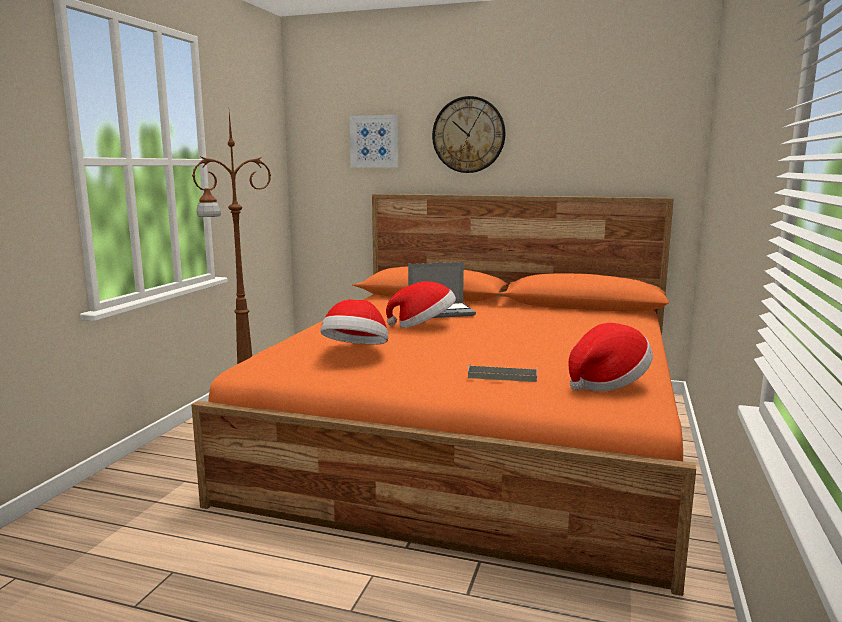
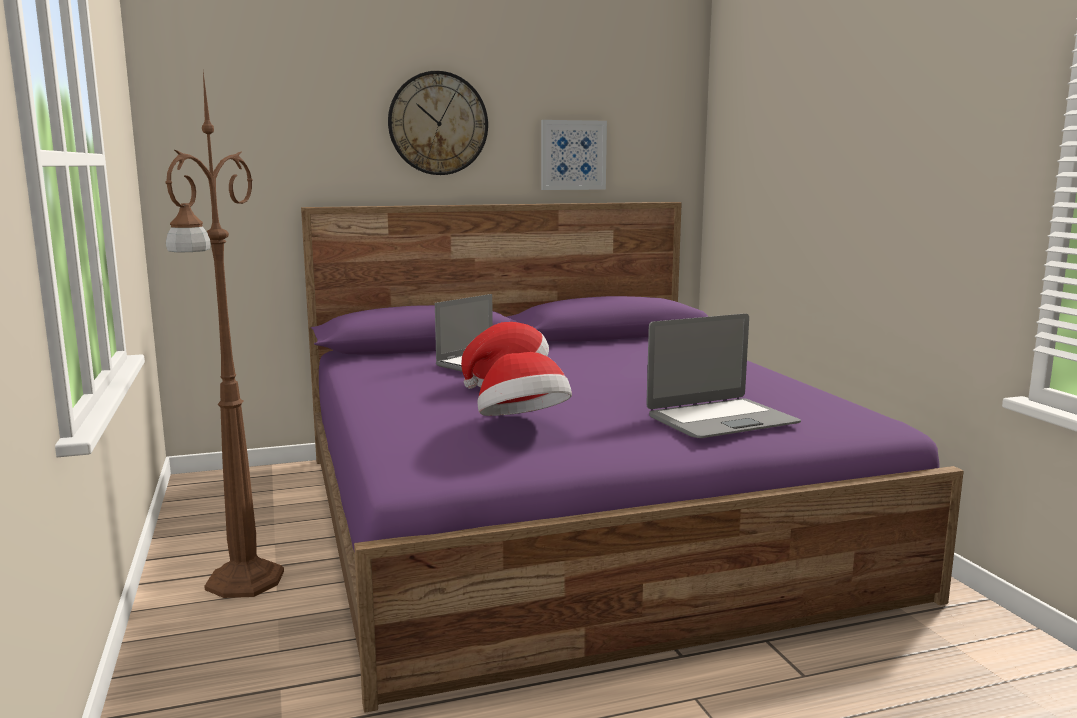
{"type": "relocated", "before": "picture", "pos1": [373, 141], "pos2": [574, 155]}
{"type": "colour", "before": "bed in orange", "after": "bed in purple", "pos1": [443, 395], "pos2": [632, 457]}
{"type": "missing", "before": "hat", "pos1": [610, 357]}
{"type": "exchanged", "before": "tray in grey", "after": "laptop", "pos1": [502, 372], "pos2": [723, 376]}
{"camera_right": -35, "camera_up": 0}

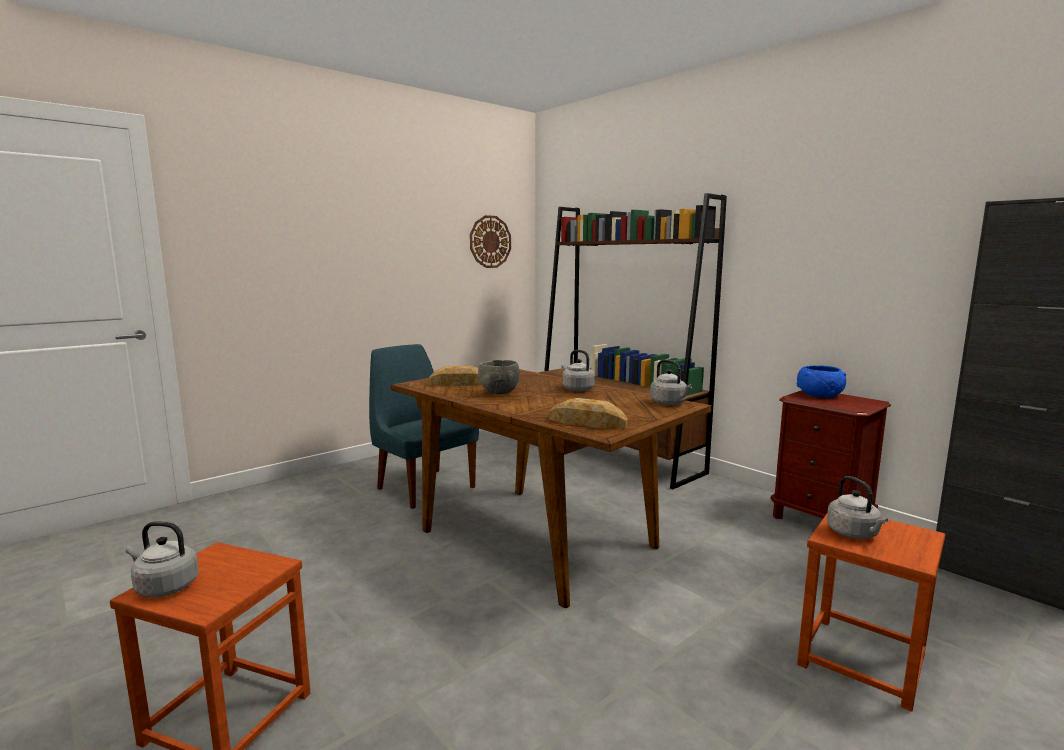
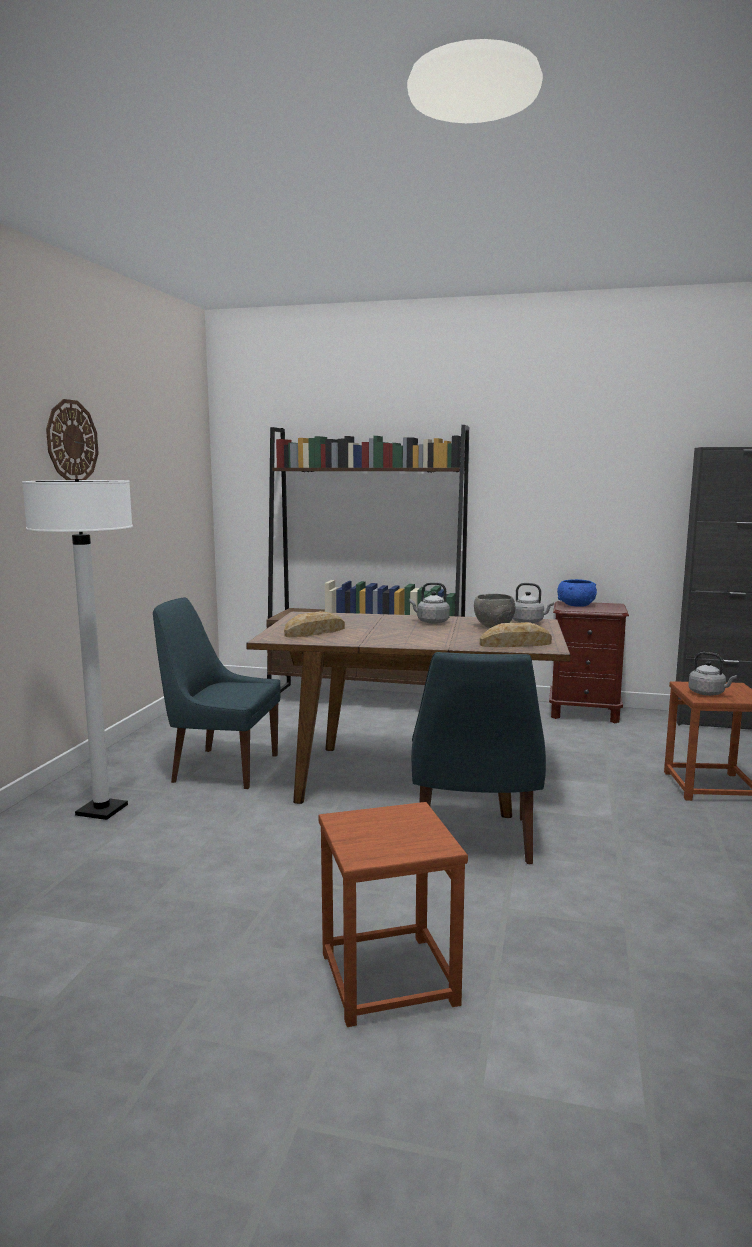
{"type": "relocated", "before": "wall clock", "pos1": [490, 241], "pos2": [72, 439]}
{"type": "relocated", "before": "bowl in grey", "pos1": [499, 377], "pos2": [494, 611]}
{"type": "missing", "before": "kettle in grey", "pos1": [162, 559]}
{"type": "appeared", "after": "floor lamp in white", "pos2": [77, 649]}
{"type": "appeared", "after": "chair in blue", "pos2": [478, 758]}
{"camera_right": -35, "camera_up": 0}

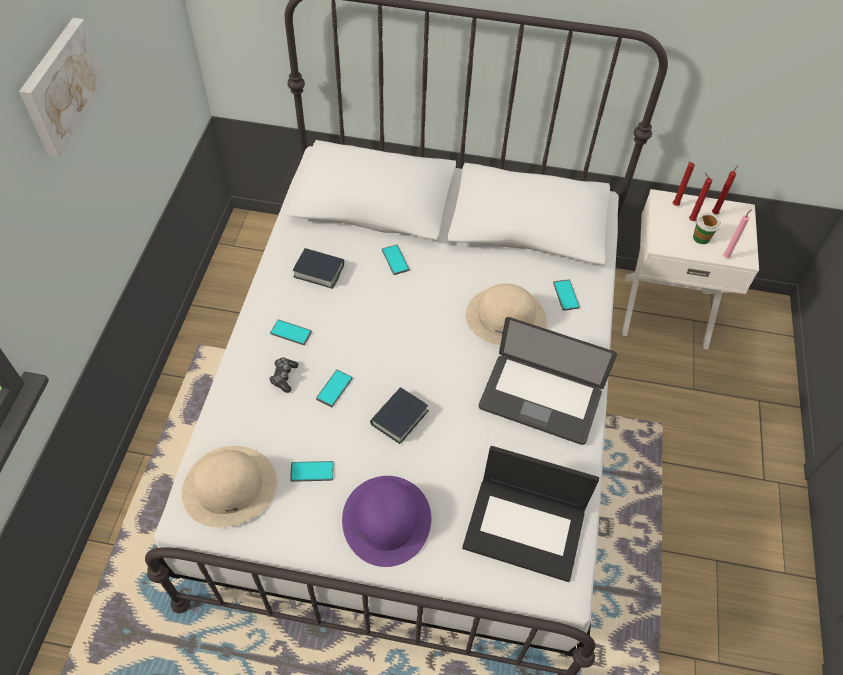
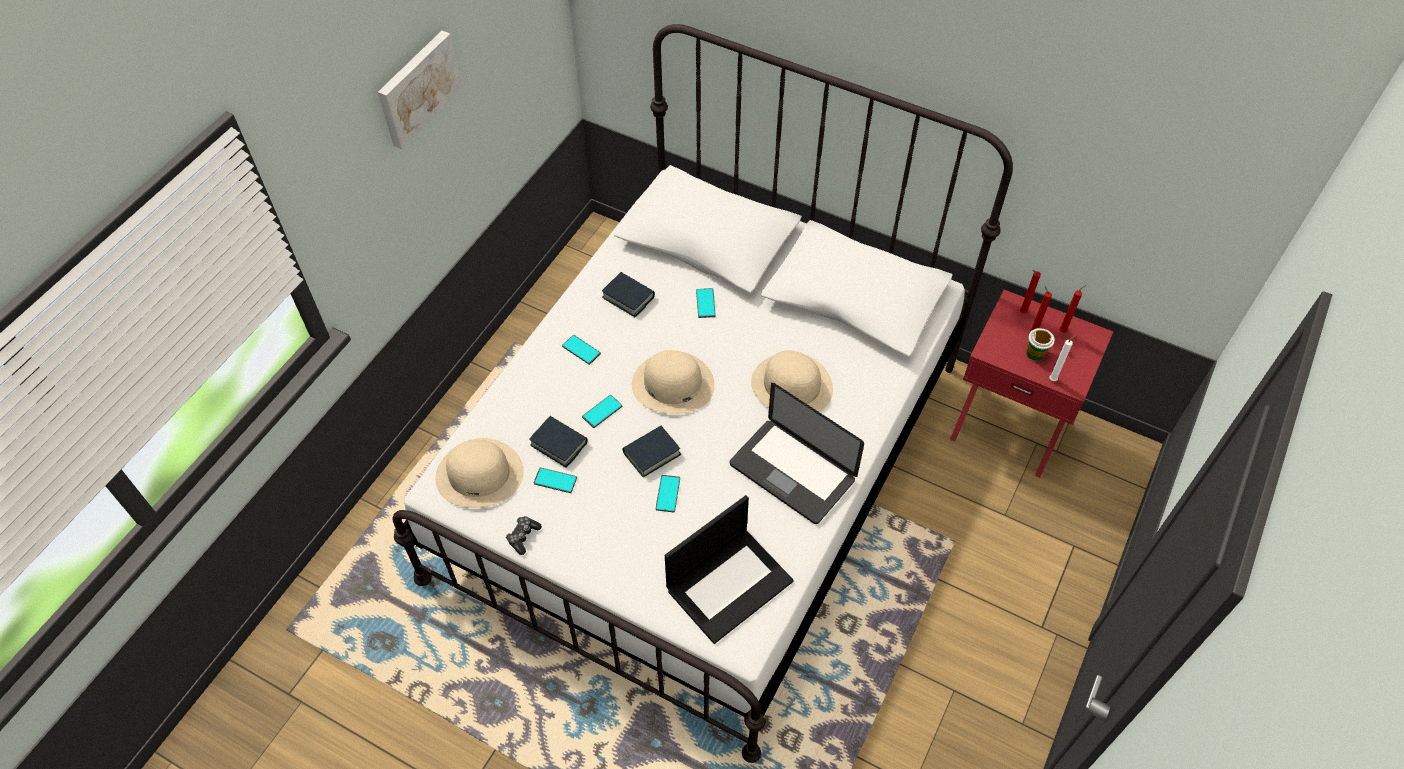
{"type": "colour", "before": "nightstand in white", "after": "nightstand in red", "pos1": [690, 269], "pos2": [1031, 384]}
{"type": "colour", "before": "candle in pink", "after": "candle in white", "pos1": [737, 233], "pos2": [1062, 358]}
{"type": "relocated", "before": "phone", "pos1": [566, 295], "pos2": [668, 493]}
{"type": "relocated", "before": "game controller", "pos1": [283, 375], "pos2": [524, 535]}
{"type": "spun", "before": "laptop", "pos1": [530, 514], "pos2": [729, 569], "turn": -75}
{"type": "missing", "before": "hat in purple", "pos1": [386, 521]}
{"type": "appeared", "after": "hat in beige", "pos2": [673, 382]}
{"type": "appeared", "after": "book", "pos2": [558, 442]}
{"camera_right": 20, "camera_up": 0}

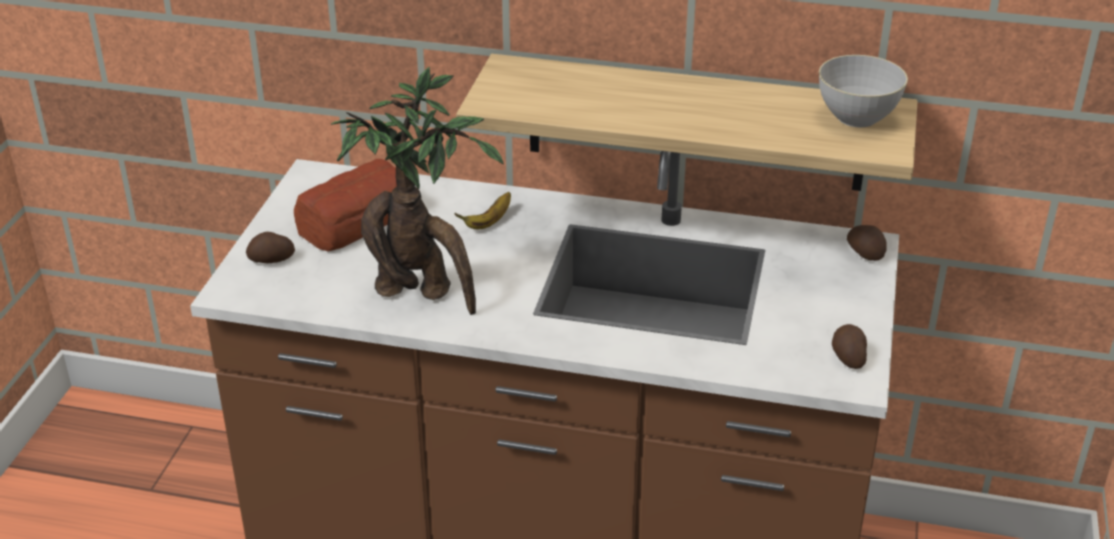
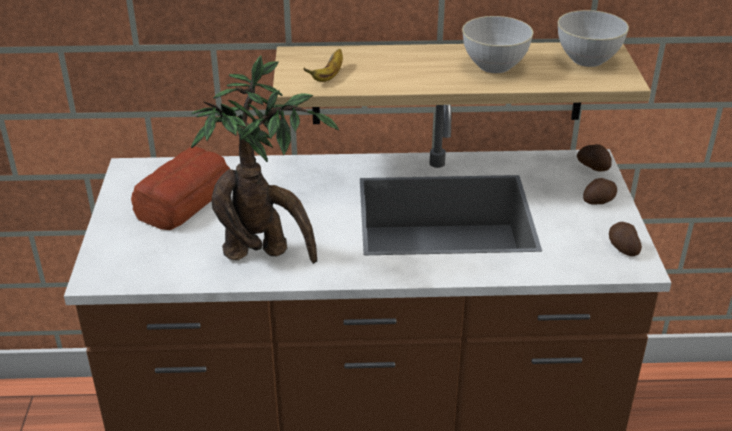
{"type": "relocated", "before": "banana", "pos1": [482, 210], "pos2": [323, 65]}
{"type": "relocated", "before": "potato", "pos1": [270, 248], "pos2": [600, 191]}
{"type": "appeared", "after": "bowl in grey", "pos2": [497, 44]}
{"camera_right": -15, "camera_up": 0}

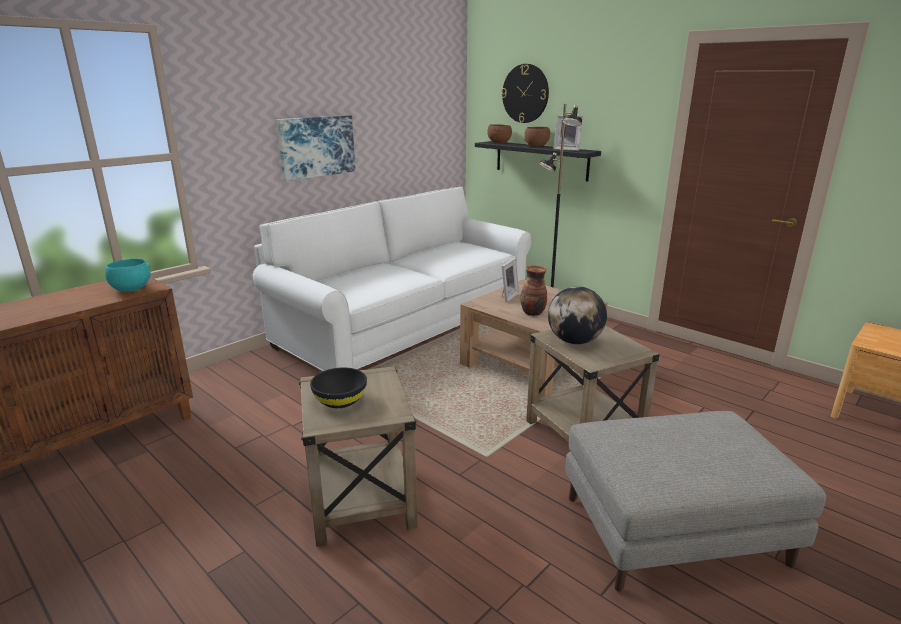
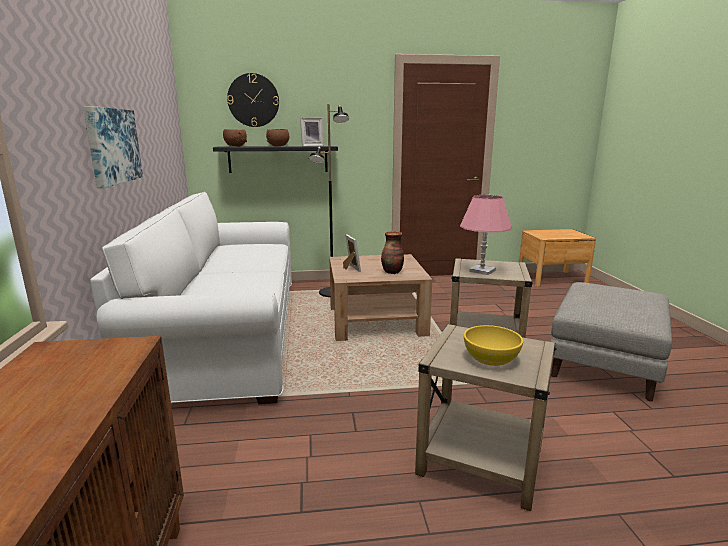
{"type": "missing", "before": "bowl in turquoise", "pos1": [128, 275]}
{"type": "exchanged", "before": "globe", "after": "table lamp in pink", "pos1": [577, 315], "pos2": [486, 235]}
{"type": "colour", "before": "bowl in black", "after": "bowl in yellow", "pos1": [338, 388], "pos2": [493, 345]}
{"camera_right": -50, "camera_up": -5}

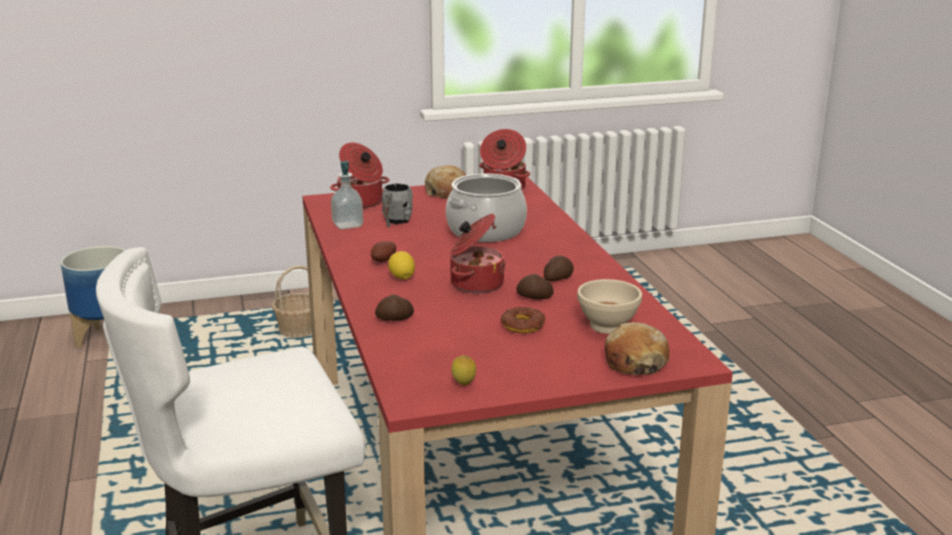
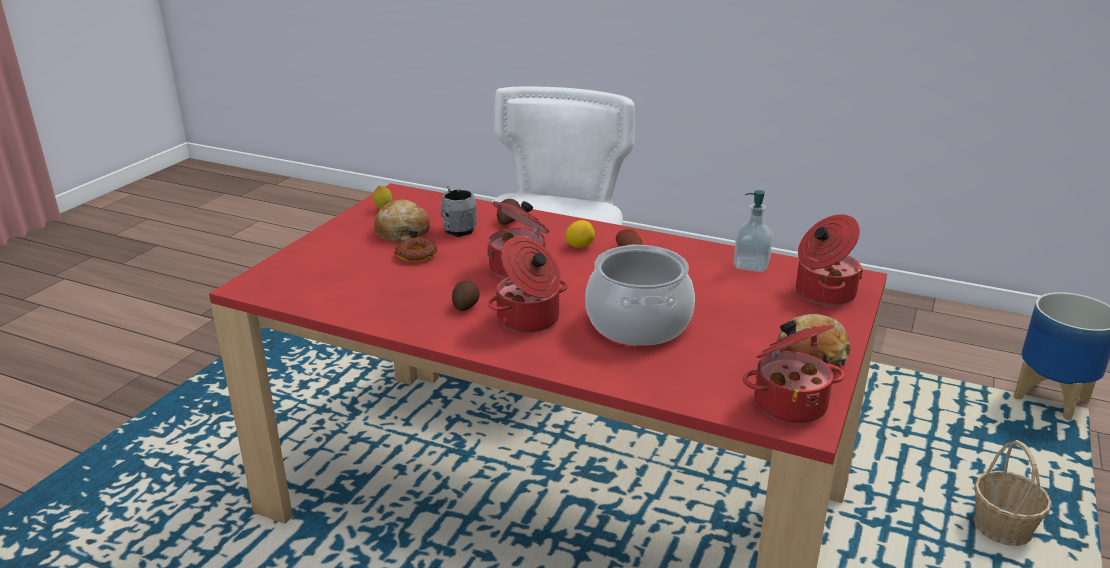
{"type": "relocated", "before": "mug in grey", "pos1": [397, 205], "pos2": [459, 211]}
{"type": "missing", "before": "potato", "pos1": [535, 287]}
{"type": "missing", "before": "bowl in beige", "pos1": [609, 306]}
{"type": "relocated", "before": "bread", "pos1": [637, 348], "pos2": [402, 220]}
{"type": "appeared", "after": "cooking pot", "pos2": [527, 284]}
{"camera_right": 130, "camera_up": 5}

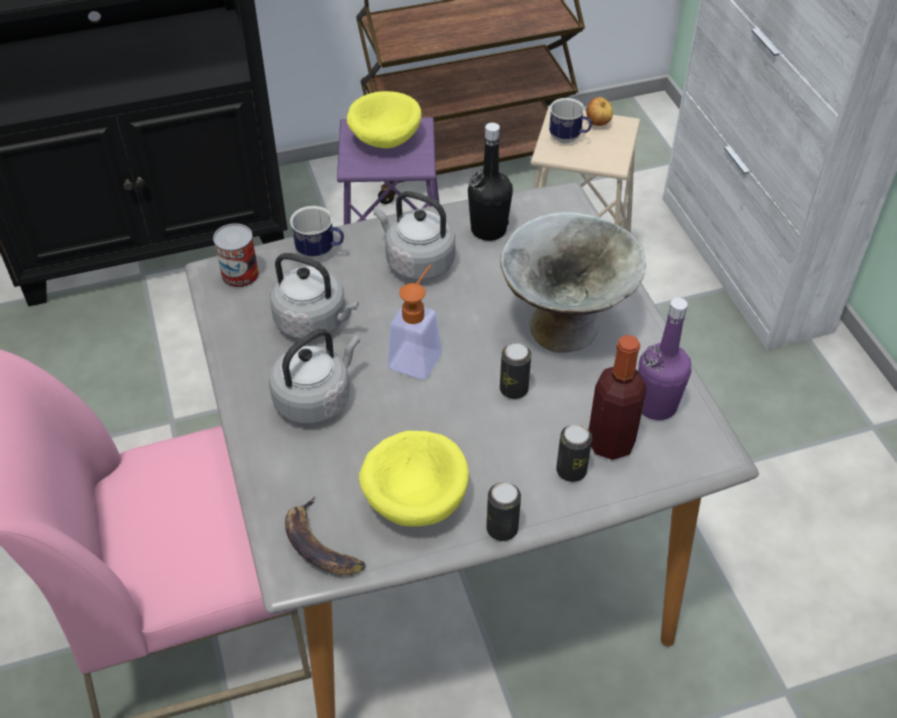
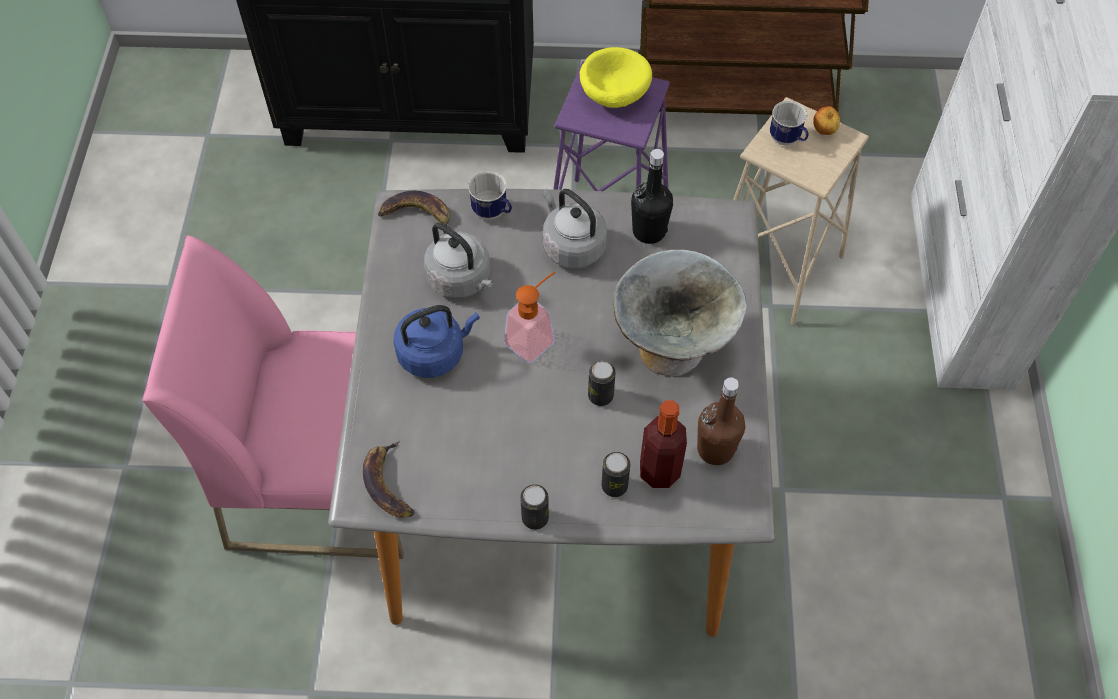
{"type": "exchanged", "before": "can", "after": "banana", "pos1": [236, 255], "pos2": [414, 212]}
{"type": "colour", "before": "bottle in purple", "after": "bottle in brown", "pos1": [665, 359], "pos2": [721, 421]}
{"type": "colour", "before": "kettle in grey", "after": "kettle in blue", "pos1": [314, 376], "pos2": [436, 341]}
{"type": "missing", "before": "bowl in yellow", "pos1": [414, 479]}
{"camera_right": 20, "camera_up": 10}

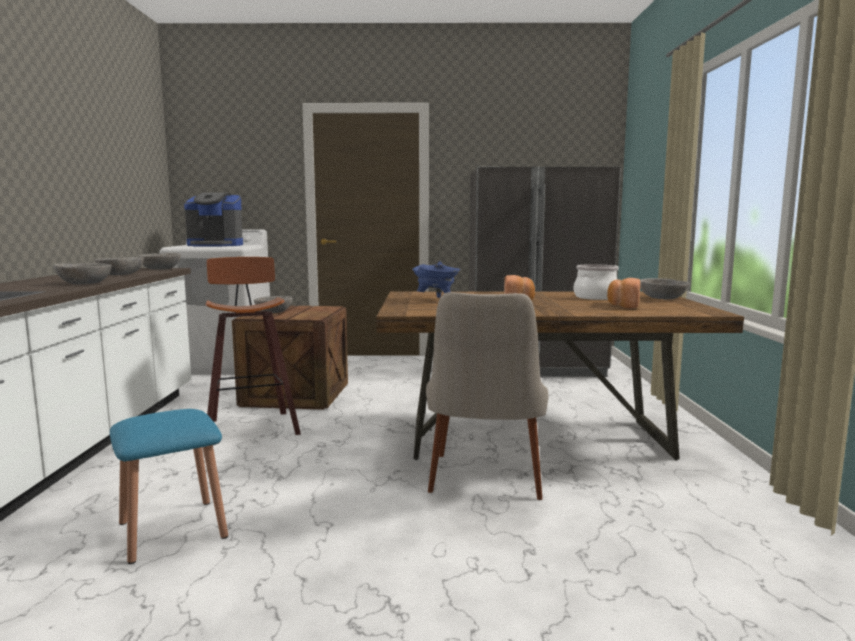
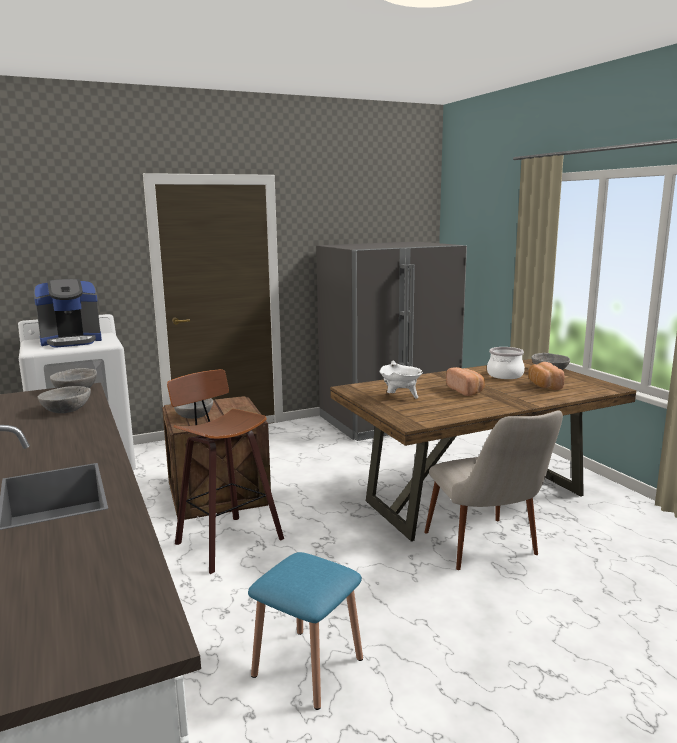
{"type": "colour", "before": "cooking pot in blue", "after": "cooking pot in white", "pos1": [436, 279], "pos2": [401, 380]}
{"type": "missing", "before": "bowl in grey", "pos1": [82, 273]}
{"camera_right": -25, "camera_up": 5}

